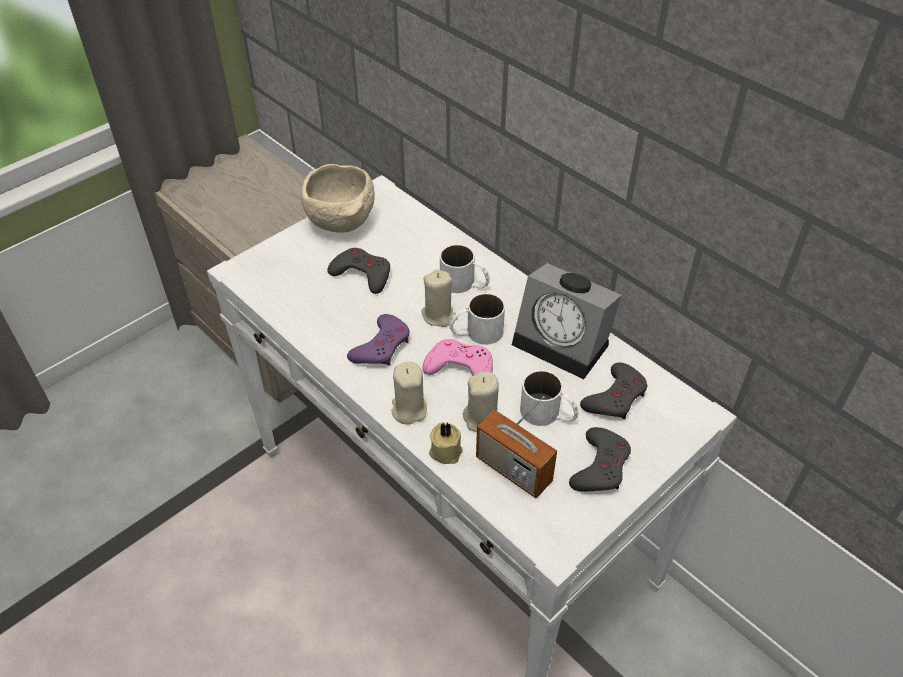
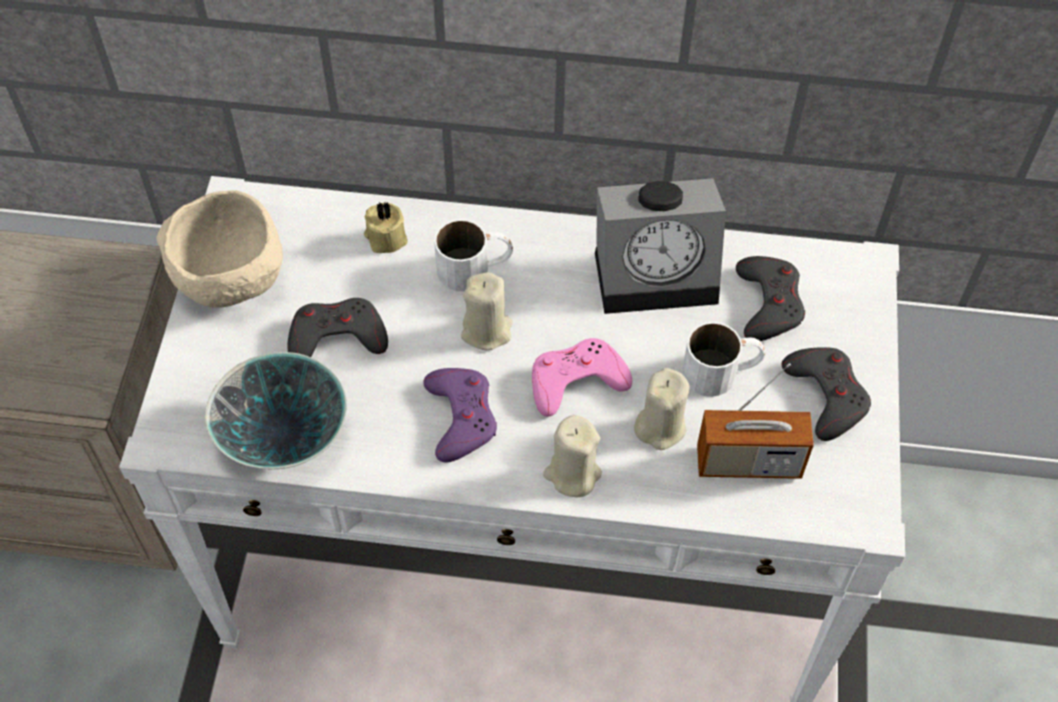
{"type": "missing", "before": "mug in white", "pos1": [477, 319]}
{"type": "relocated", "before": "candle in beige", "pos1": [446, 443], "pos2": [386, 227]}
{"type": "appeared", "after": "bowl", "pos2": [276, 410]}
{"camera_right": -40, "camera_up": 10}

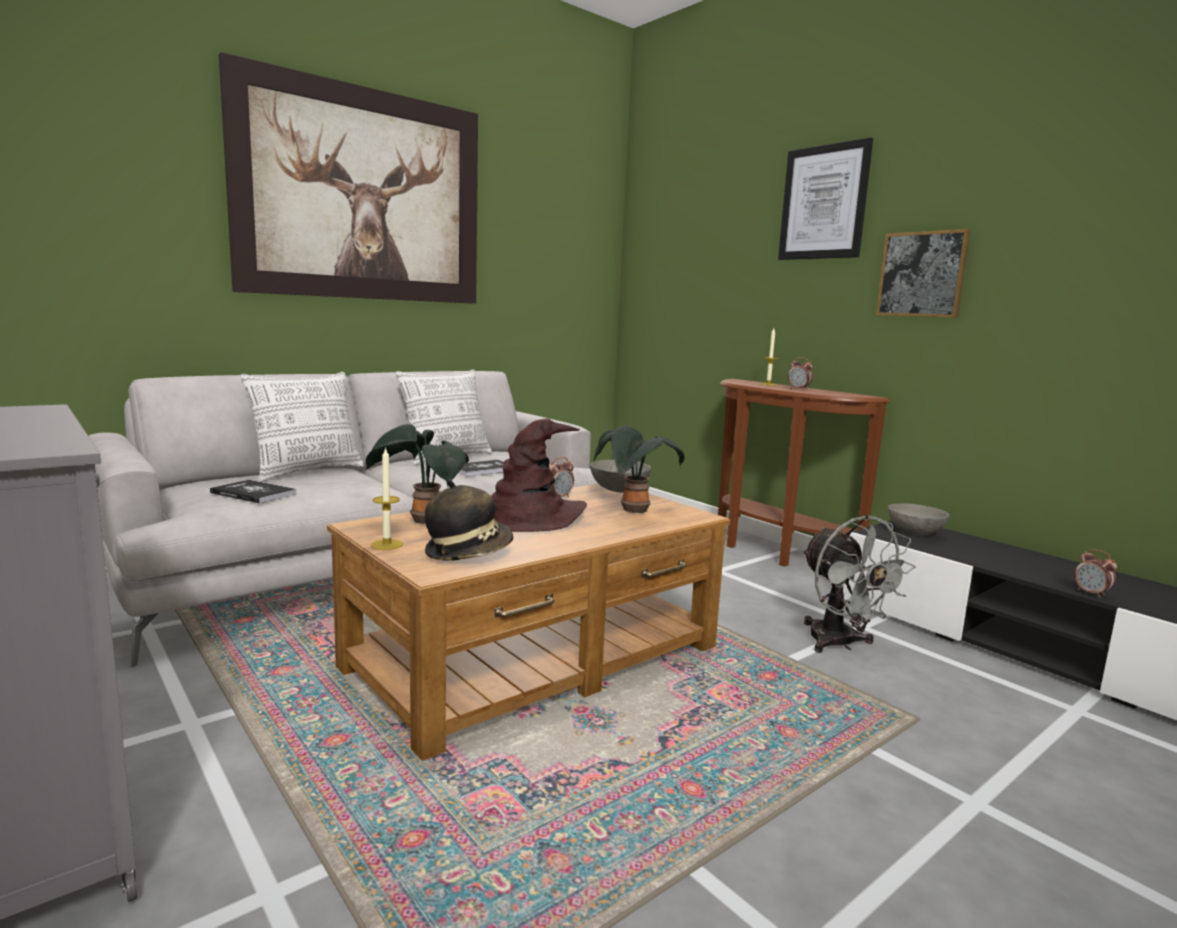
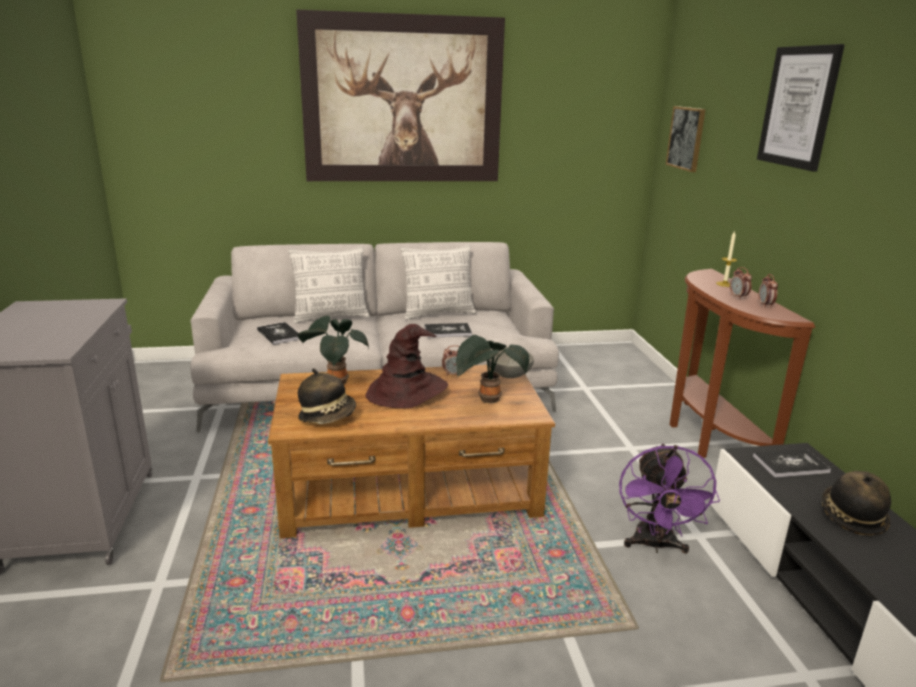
{"type": "relocated", "before": "picture", "pos1": [923, 273], "pos2": [686, 139]}
{"type": "missing", "before": "candle", "pos1": [387, 498]}
{"type": "exchanged", "before": "bowl in grey", "after": "book", "pos1": [918, 519], "pos2": [792, 463]}
{"type": "colour", "before": "fan in grey", "after": "fan in purple", "pos1": [859, 584], "pos2": [669, 498]}
{"type": "relocated", "before": "alarm clock", "pos1": [1095, 573], "pos2": [768, 291]}
{"type": "appeared", "after": "hat", "pos2": [856, 503]}
{"camera_right": 30, "camera_up": 10}

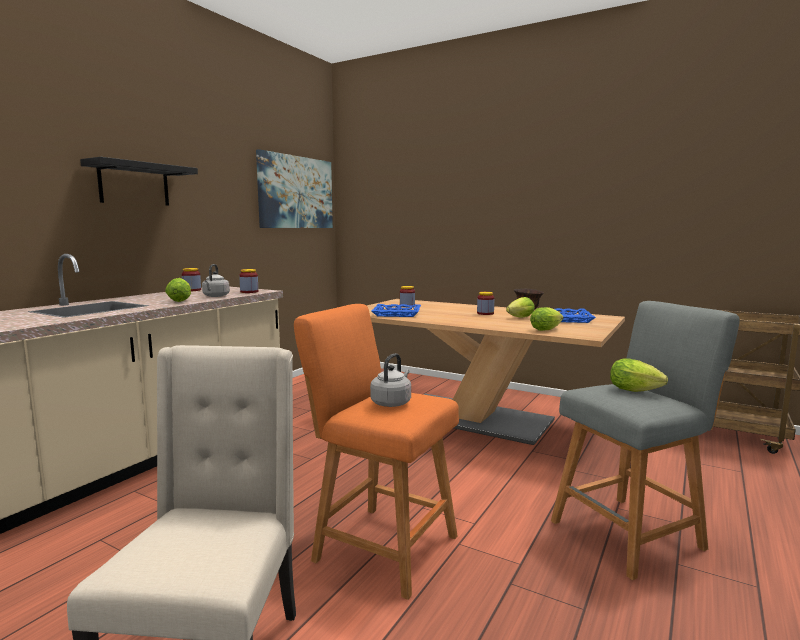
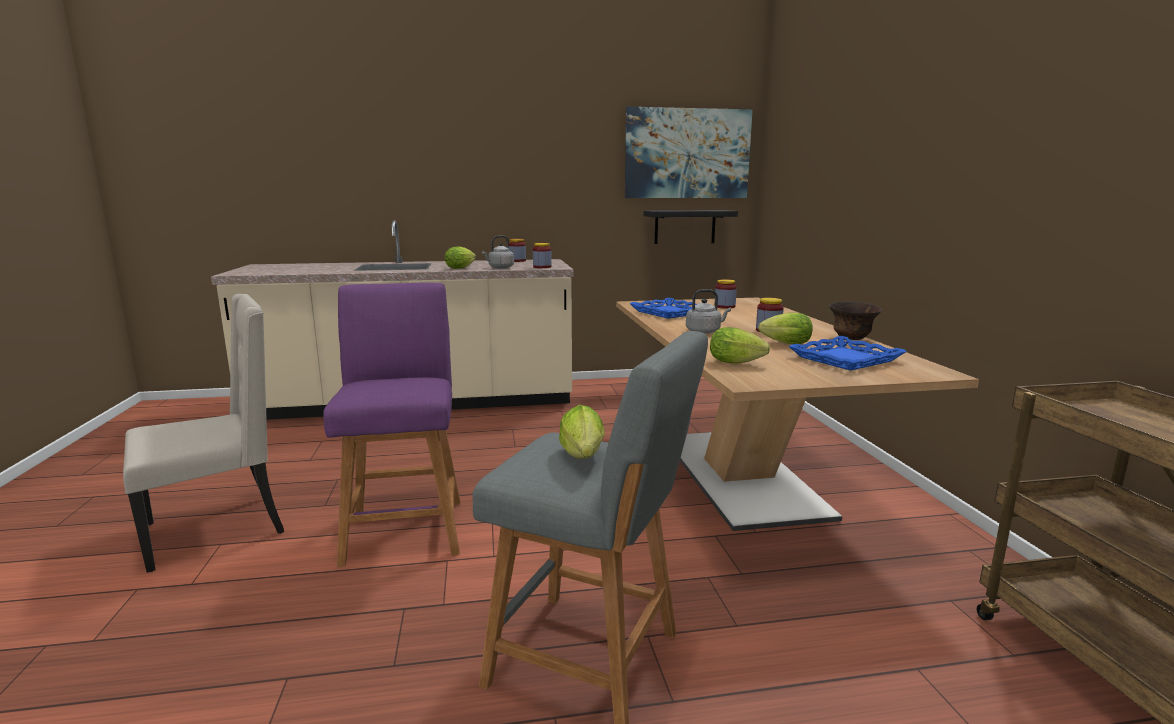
{"type": "relocated", "before": "shelf in black", "pos1": [139, 181], "pos2": [690, 227]}
{"type": "colour", "before": "stool in orange", "after": "stool in purple", "pos1": [376, 452], "pos2": [392, 424]}
{"type": "relocated", "before": "kettle in grey", "pos1": [390, 380], "pos2": [708, 311]}
{"camera_right": 50, "camera_up": 5}

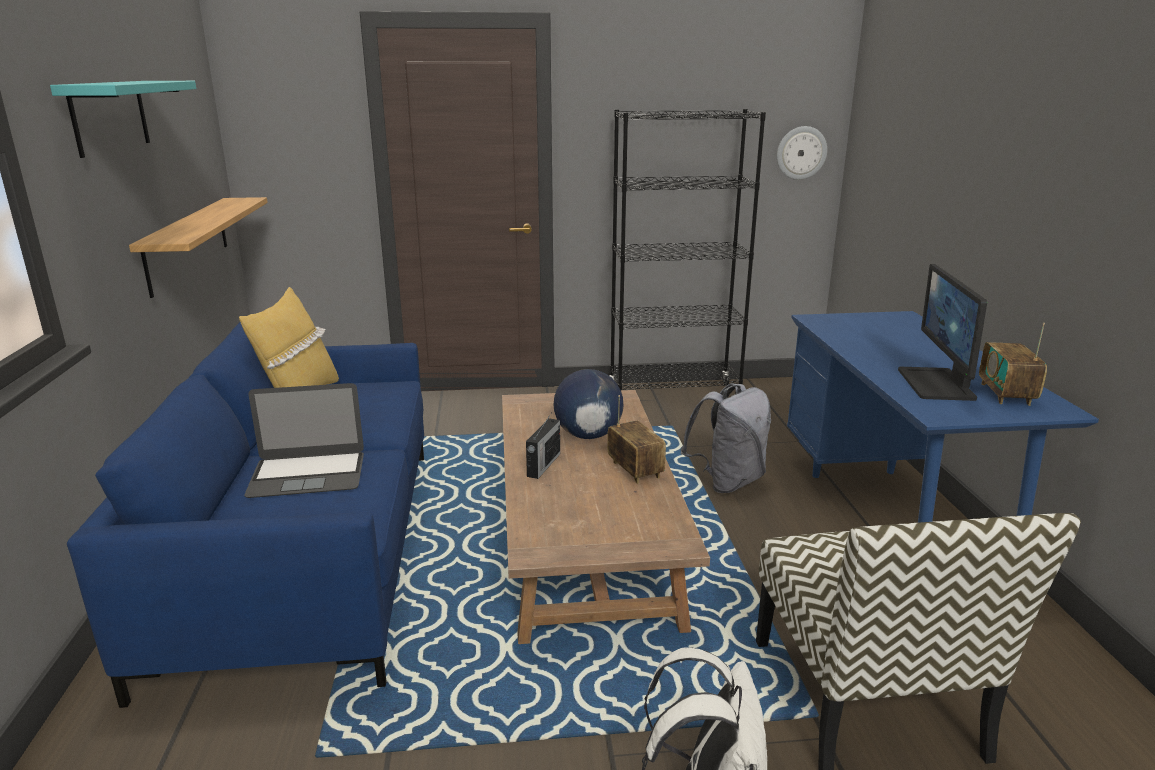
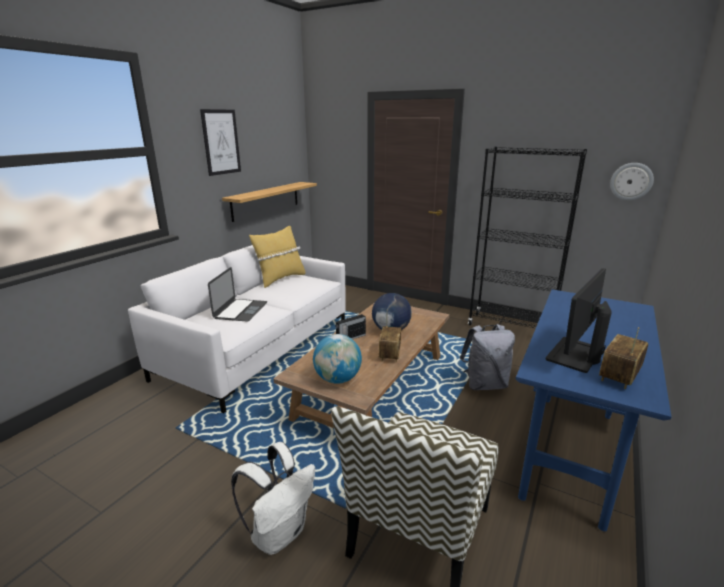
{"type": "exchanged", "before": "shelf in turquoise", "after": "picture", "pos1": [123, 119], "pos2": [220, 142]}
{"type": "colour", "before": "sofa in blue", "after": "sofa in white", "pos1": [245, 515], "pos2": [237, 329]}
{"type": "spun", "before": "laptop", "pos1": [304, 440], "pos2": [237, 294], "turn": -105}
{"type": "appeared", "after": "globe", "pos2": [337, 359]}
{"camera_right": 35, "camera_up": 0}

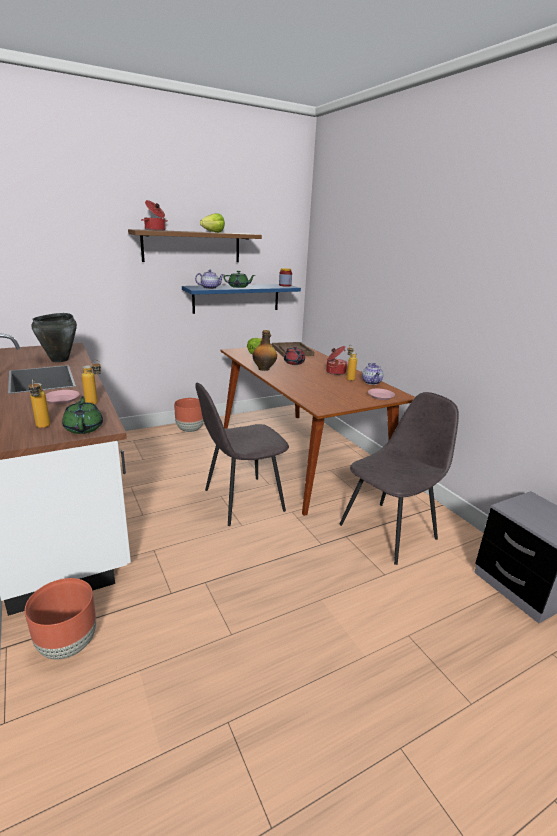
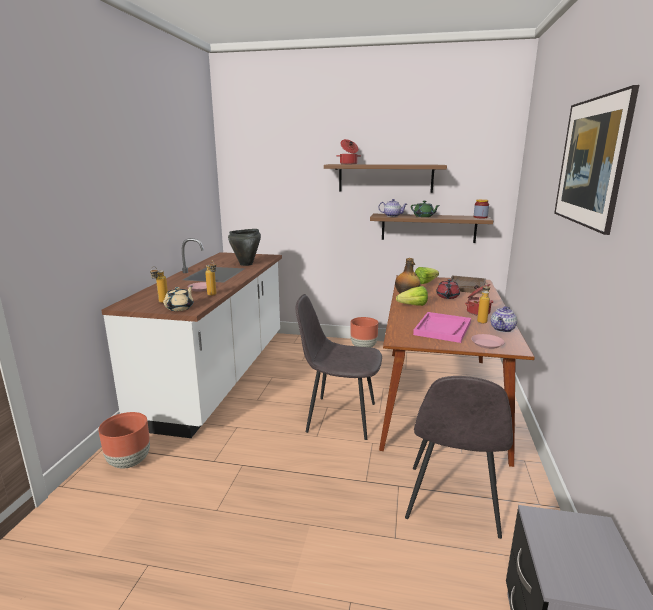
{"type": "relocated", "before": "lettuce", "pos1": [212, 223], "pos2": [412, 296]}
{"type": "colour", "before": "shelf in blue", "after": "shelf in brown", "pos1": [241, 299], "pos2": [431, 228]}
{"type": "spun", "before": "chair in grey", "pos1": [399, 478], "pos2": [459, 457], "turn": 105}
{"type": "colour", "before": "teapot in green", "after": "teapot in beige", "pos1": [82, 415], "pos2": [178, 298]}
{"type": "appeared", "after": "picture", "pos2": [596, 160]}
{"type": "appeared", "after": "tray in pink", "pos2": [442, 327]}
{"camera_right": 40, "camera_up": -5}

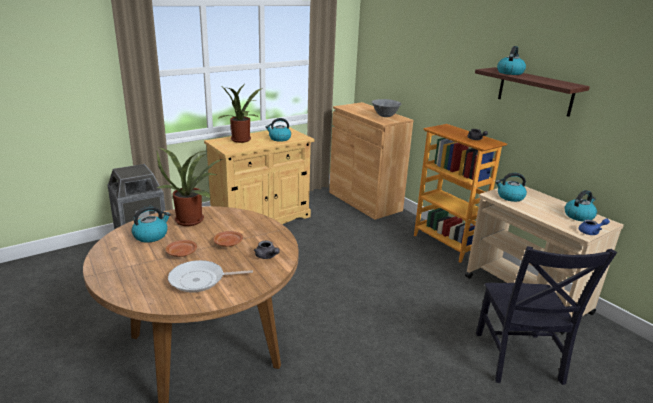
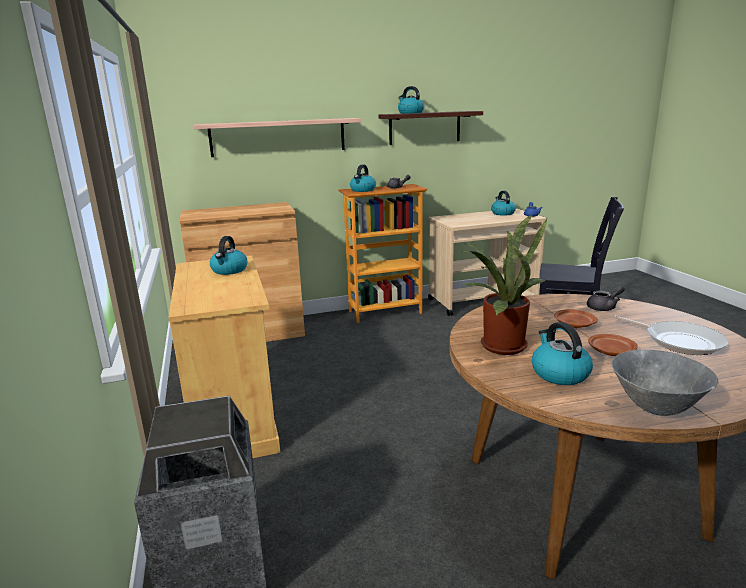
{"type": "missing", "before": "potted plant", "pos1": [239, 114]}
{"type": "relocated", "before": "bowl in grey", "pos1": [386, 108], "pos2": [664, 383]}
{"type": "relocated", "before": "kettle", "pos1": [511, 187], "pos2": [363, 178]}
{"type": "spun", "before": "frying pan", "pos1": [210, 276], "pos2": [671, 335], "turn": -45}
{"type": "appeared", "after": "shelf", "pos2": [277, 137]}
{"camera_right": -70, "camera_up": -5}

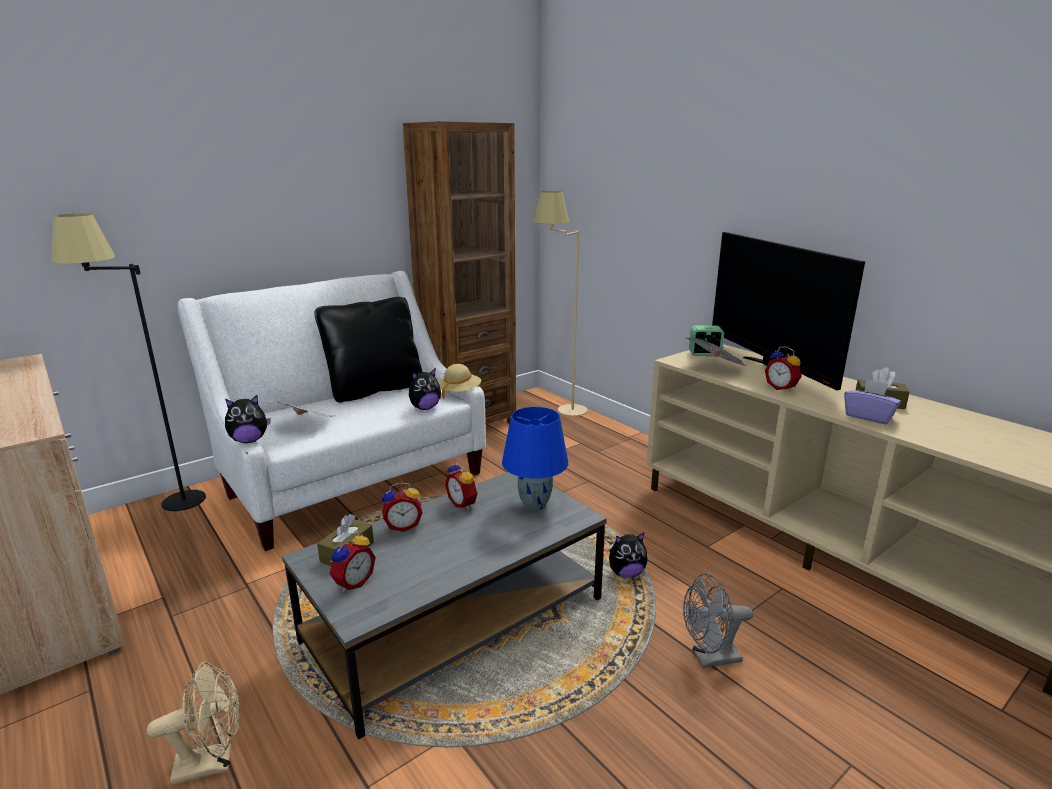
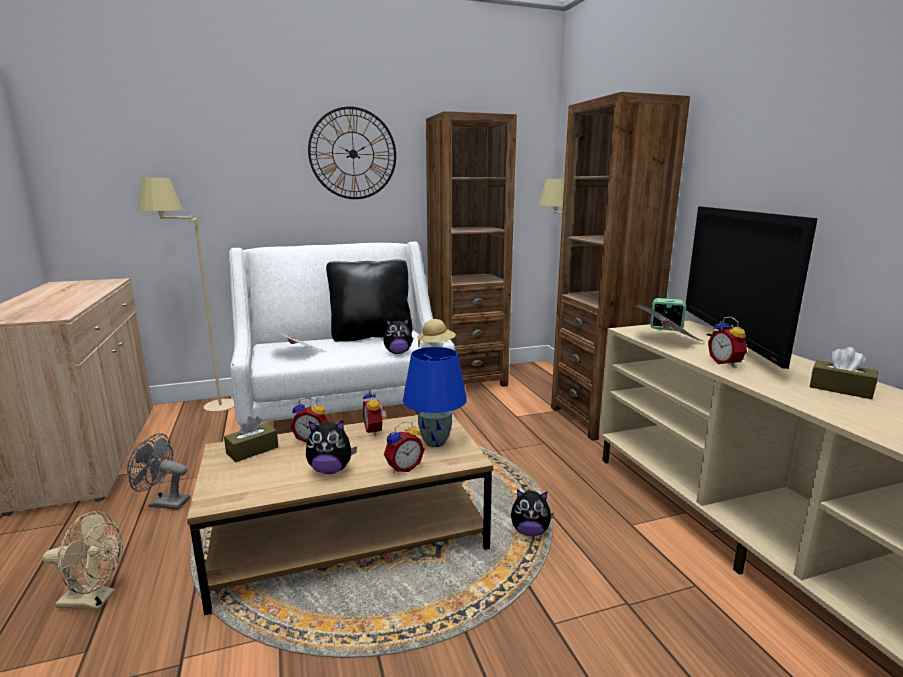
{"type": "colour", "before": "floor lamp in black", "after": "floor lamp in beige", "pos1": [129, 362], "pos2": [186, 294]}
{"type": "missing", "before": "tissue box in purple", "pos1": [872, 402]}
{"type": "relocated", "before": "plush toy", "pos1": [248, 419], "pos2": [331, 447]}
{"type": "colour", "before": "coffee table in grey", "after": "coffee table in brown", "pos1": [444, 605], "pos2": [340, 514]}
{"type": "relocated", "before": "alarm clock", "pos1": [353, 561], "pos2": [404, 447]}
{"type": "relocated", "before": "fan in grey", "pos1": [718, 620], "pos2": [158, 471]}
{"type": "appeared", "after": "bookcase in brown", "pos2": [620, 266]}
{"type": "appeared", "after": "wall clock", "pos2": [352, 152]}
{"camera_right": 20, "camera_up": -5}

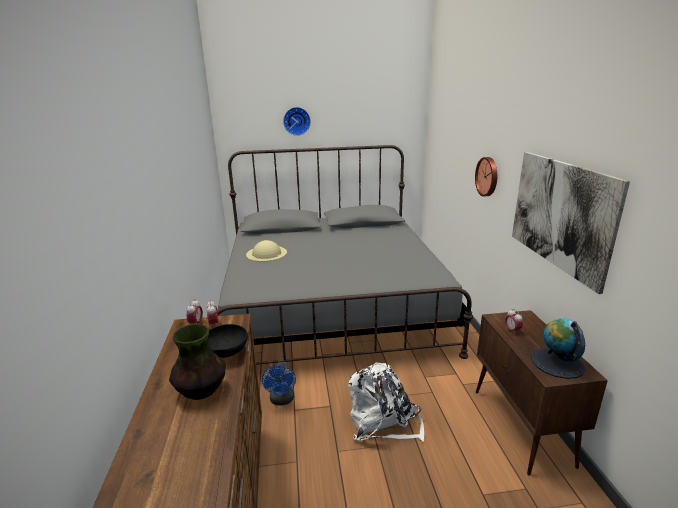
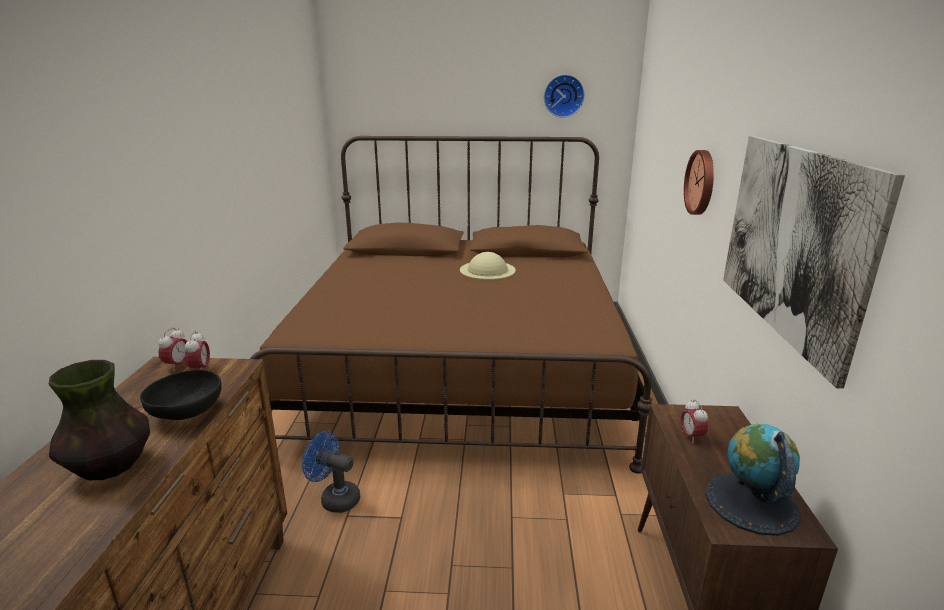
{"type": "relocated", "before": "wall clock", "pos1": [297, 121], "pos2": [564, 96]}
{"type": "colour", "before": "bed in grey", "after": "bed in brown", "pos1": [345, 255], "pos2": [451, 304]}
{"type": "relocated", "before": "hat in beige", "pos1": [266, 251], "pos2": [488, 266]}
{"type": "spun", "before": "fan in blue", "pos1": [279, 383], "pos2": [331, 472], "turn": 105}
{"type": "missing", "before": "backpack in white", "pos1": [386, 402]}
{"camera_right": 10, "camera_up": 0}

